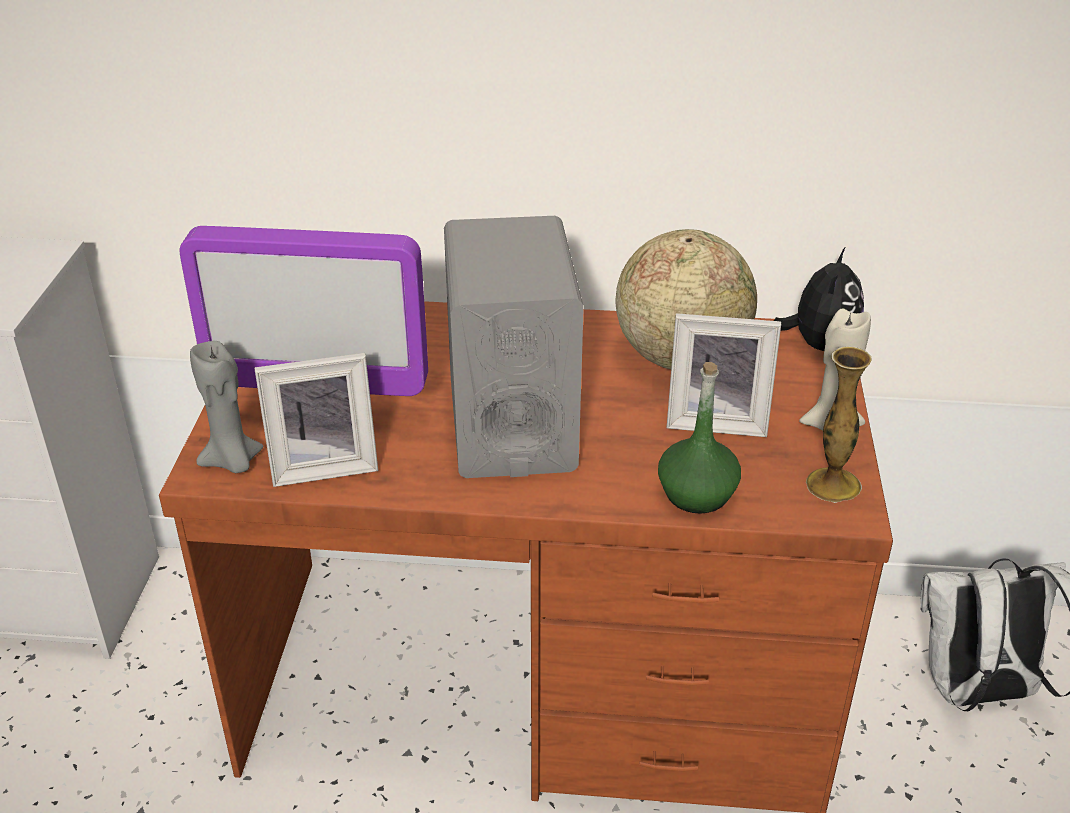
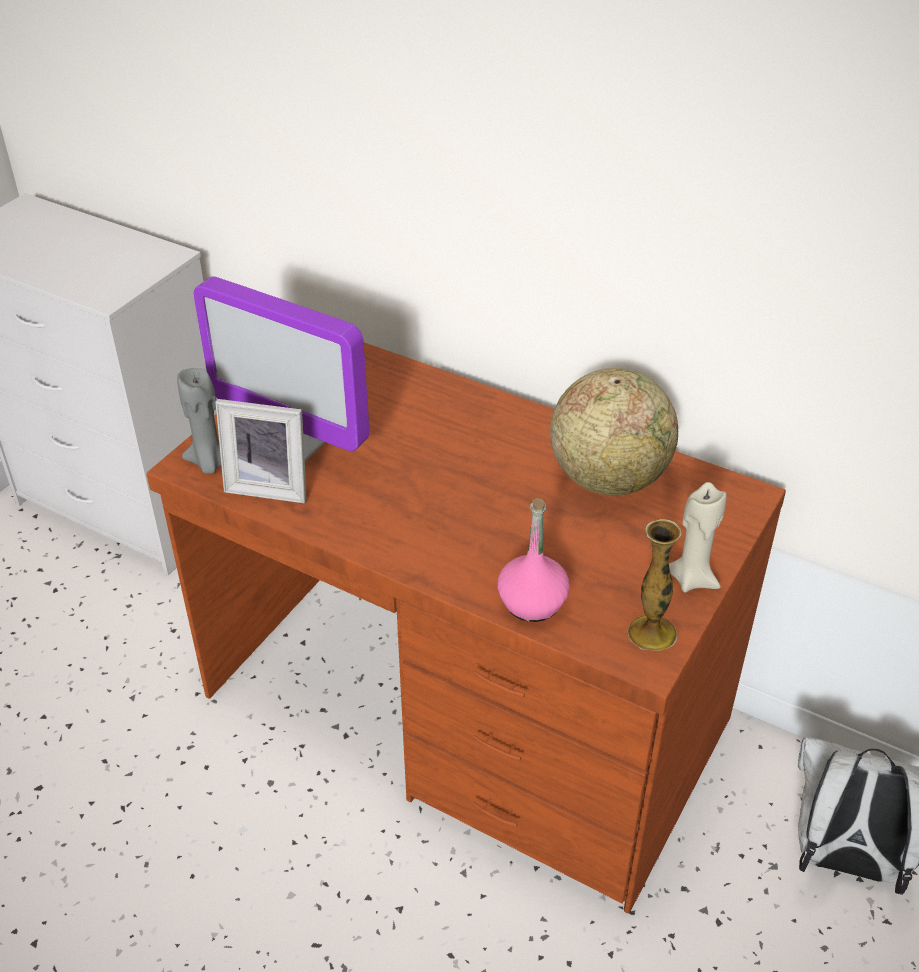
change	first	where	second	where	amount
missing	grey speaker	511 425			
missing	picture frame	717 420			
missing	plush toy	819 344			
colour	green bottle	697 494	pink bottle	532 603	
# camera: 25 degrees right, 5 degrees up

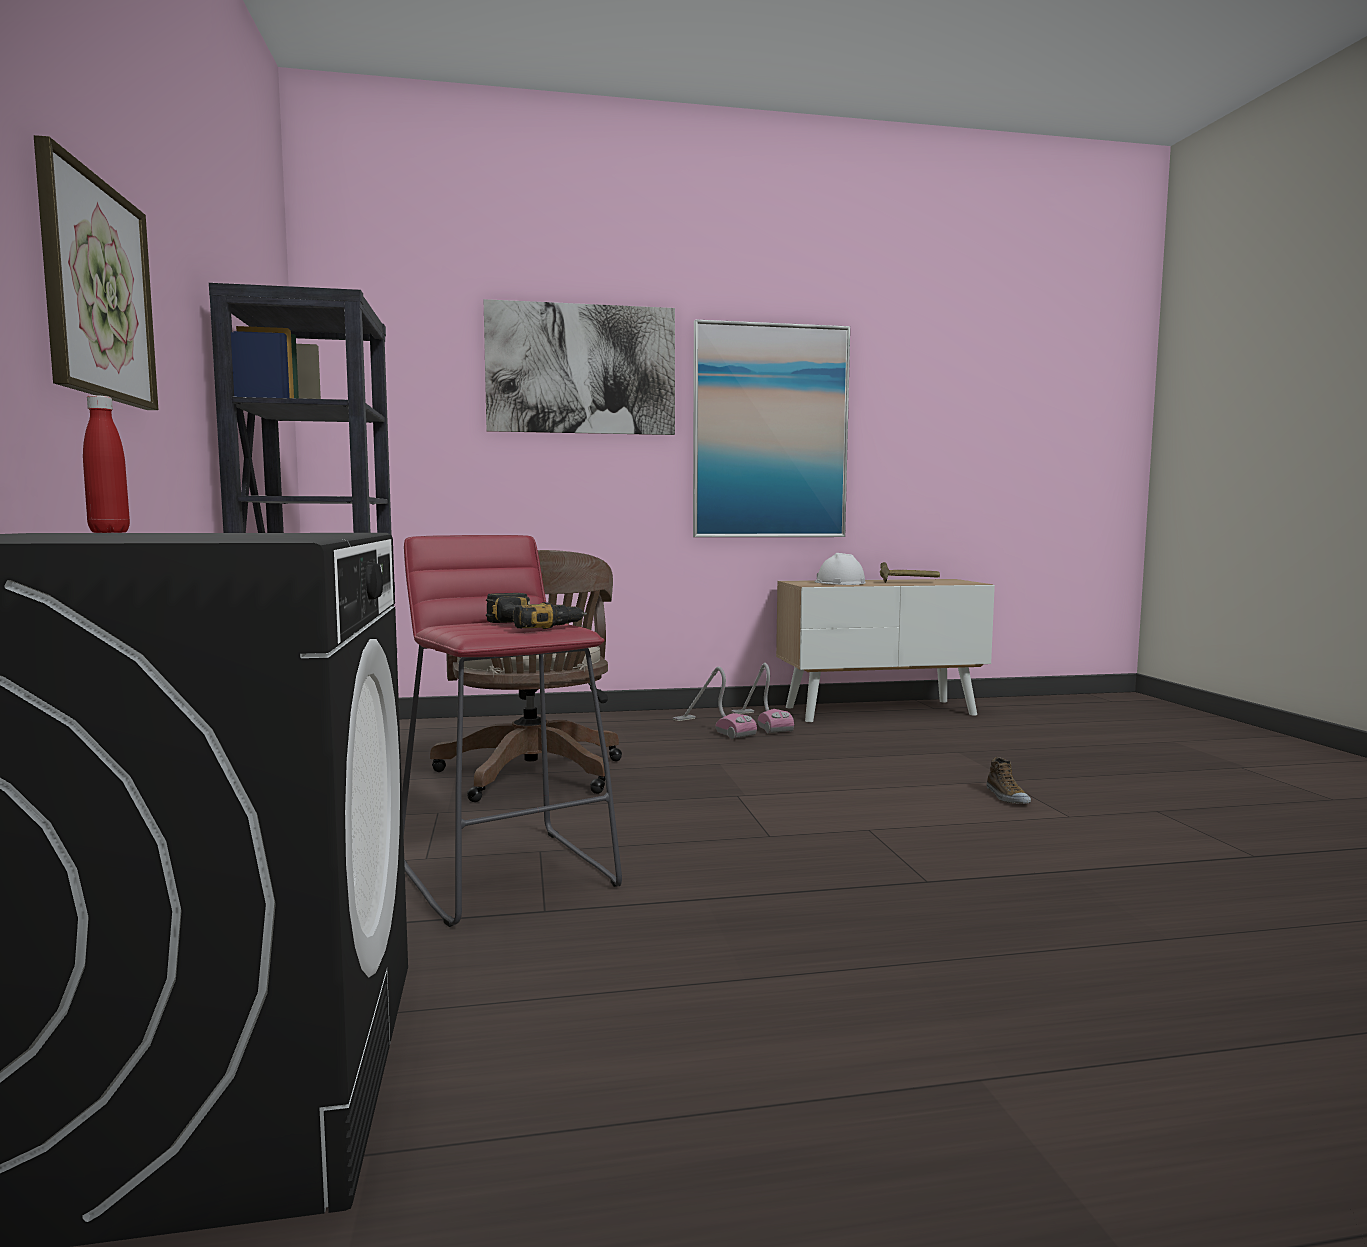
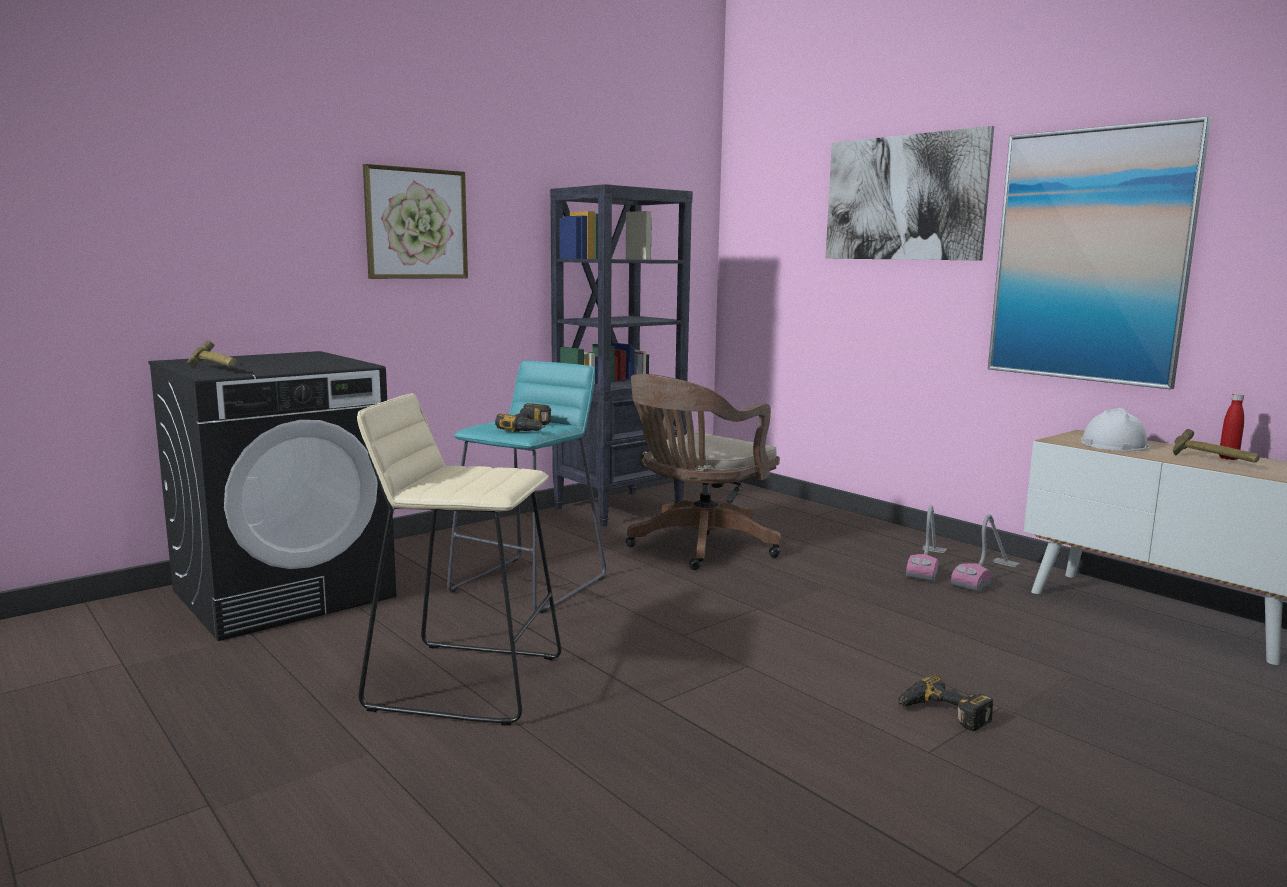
change	first	where	second	where	amount
appeared			hammer	215 370	
appeared			beige stool	465 681	
relocated	red bottle	109 532		1228 458	
exchanged	shoe	1006 797	power drill	941 714	
colour	red stool	507 873	turquoise stool	530 584	
# camera: 60 degrees right, 5 degrees up

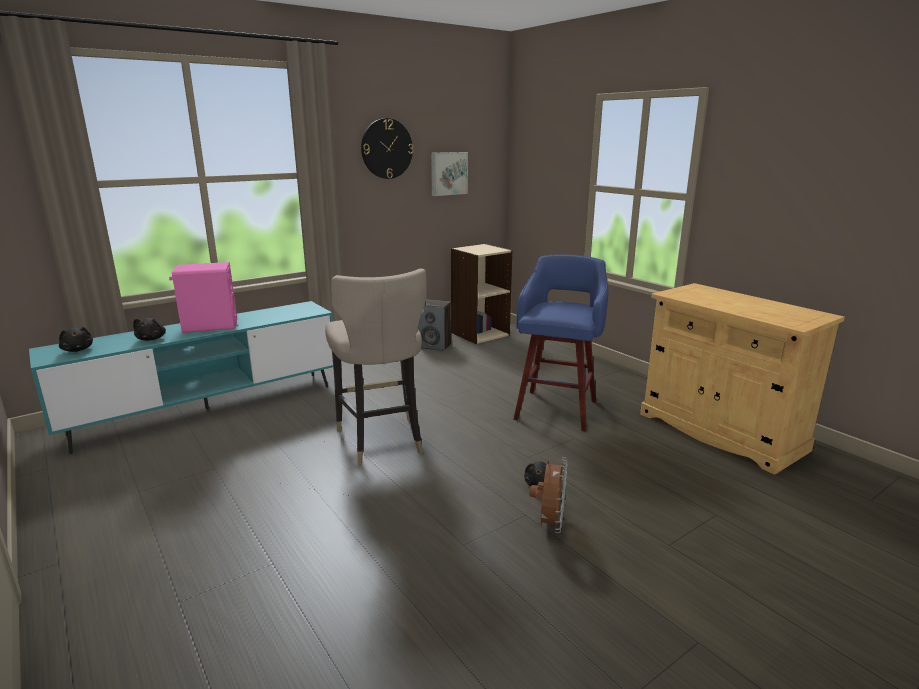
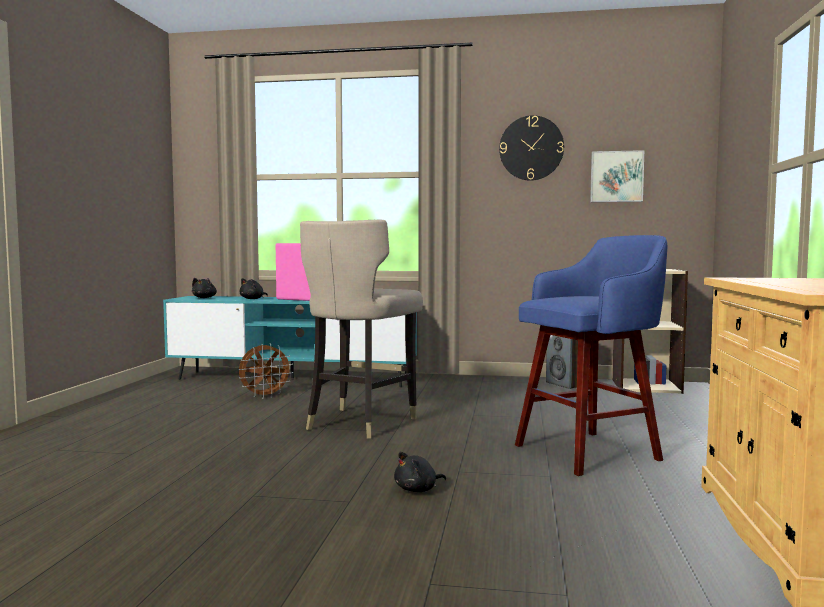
change	first	where	second	where	amount
relocated	brown fan	549 524		265 396	
# camera: 45 degrees right, 15 degrees down

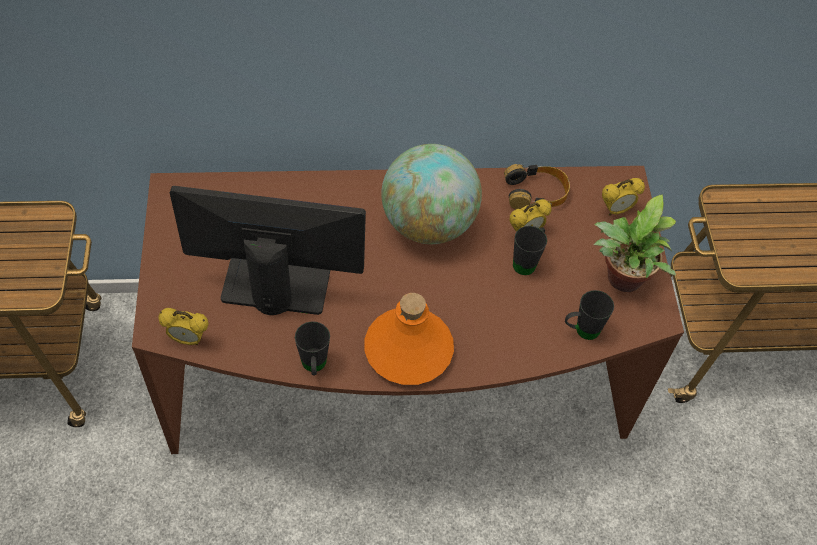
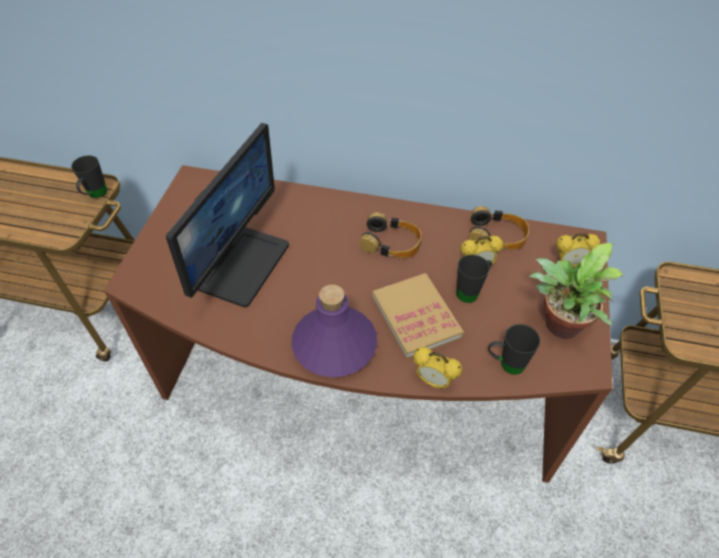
change	first	where	second	where	amount
appeared			book	416 317	
relocated	alarm clock	188 339		433 381	
relocated	black mug	314 367		95 195	
exchanged	globe	428 224	headphones	391 243	
colour	orange bottle	408 349	purple bottle	334 344	
spun	monitor	275 283		242 264	90 degrees clockwise
# camera: 20 degrees right, 5 degrees down

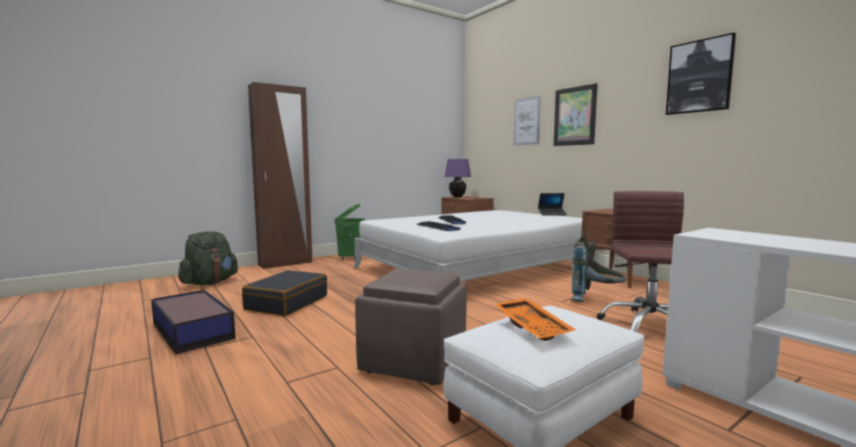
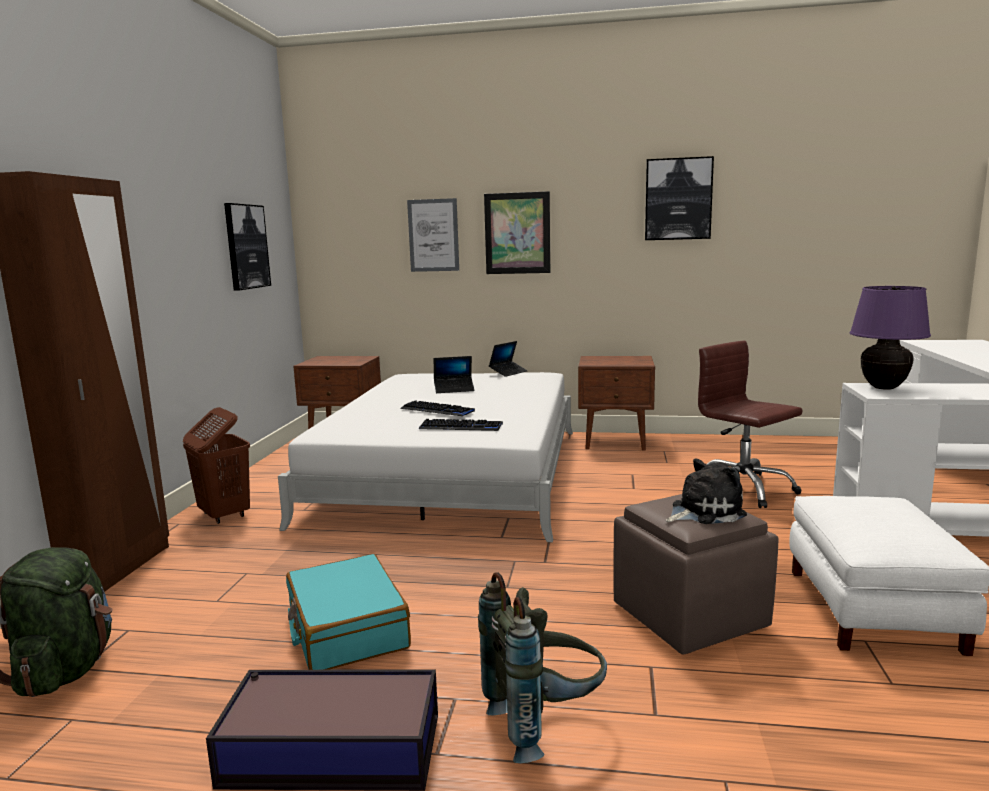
change	first	where	second	where	amount
missing	orange tray	533 327			
appeared			picture	246 246	
appeared			laptop	454 389	
appeared			plush toy	703 511	
relocated	purple table lamp	457 197		884 387	
relocated	grey backpack	595 299		545 723	
colour	black suitcase	286 303	turquoise suitcase	346 629	
colour	green laundry basket	351 258	brown laundry basket	224 515	
# camera: 45 degrees left, 5 degrees up

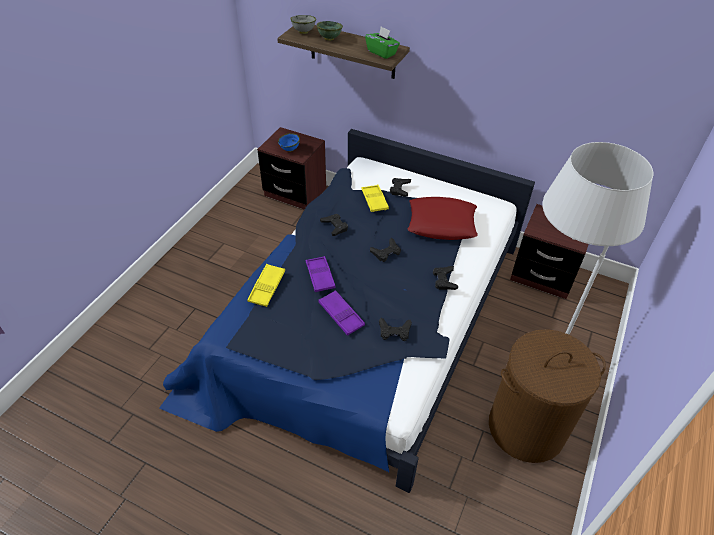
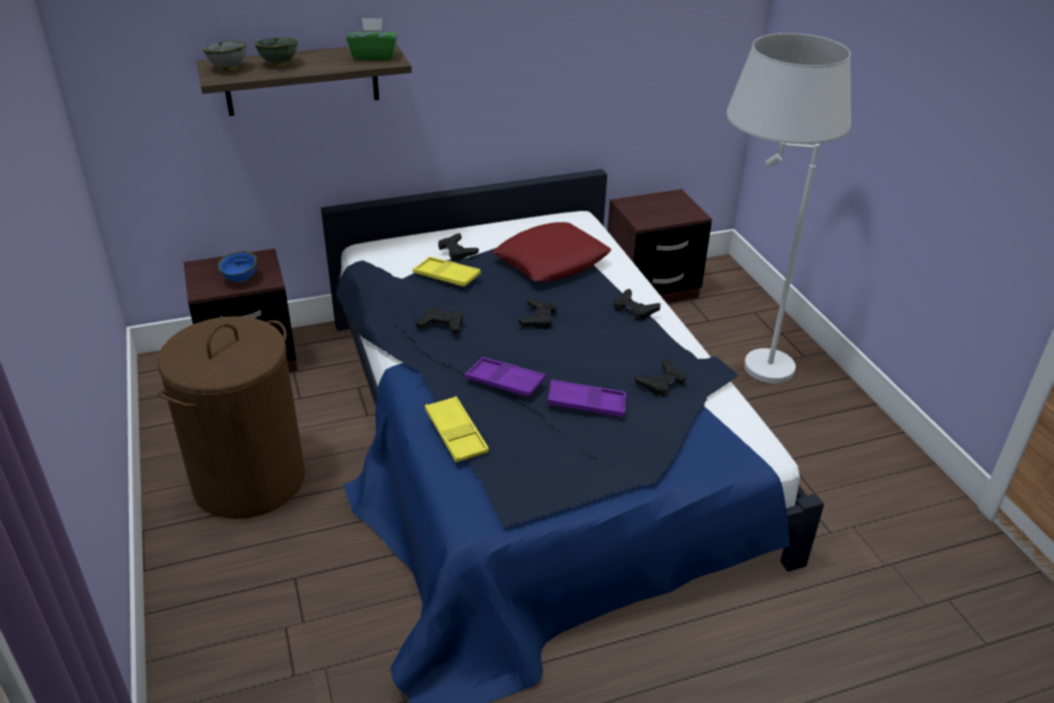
change	first	where	second	where	amount
relocated	brown laundry basket	526 428		249 480	
# camera: 45 degrees left, 10 degrees down

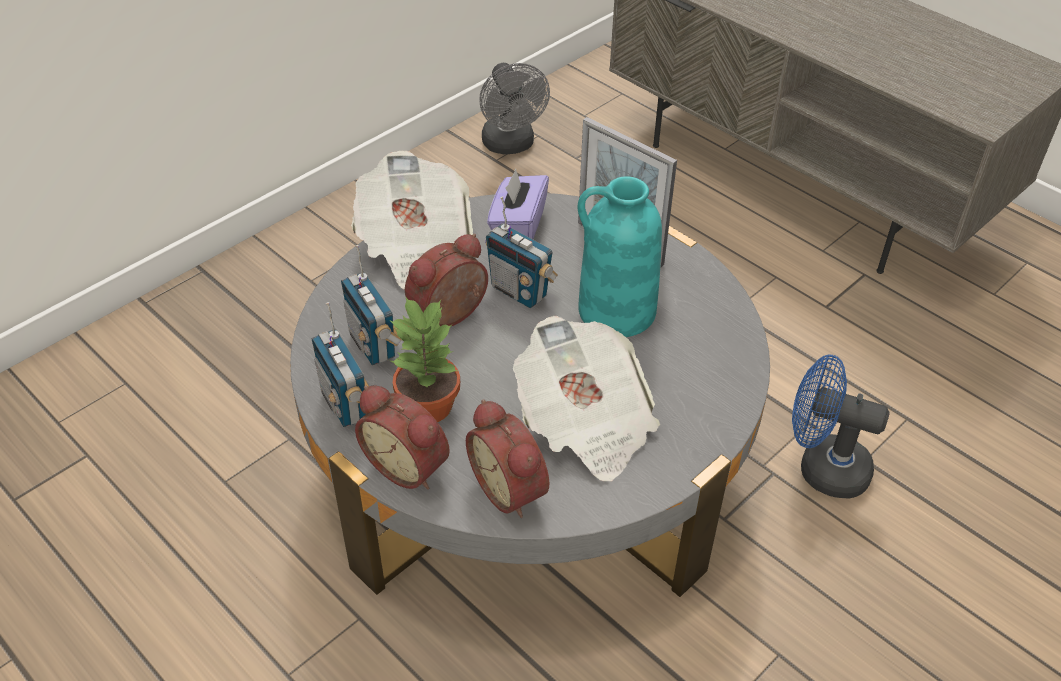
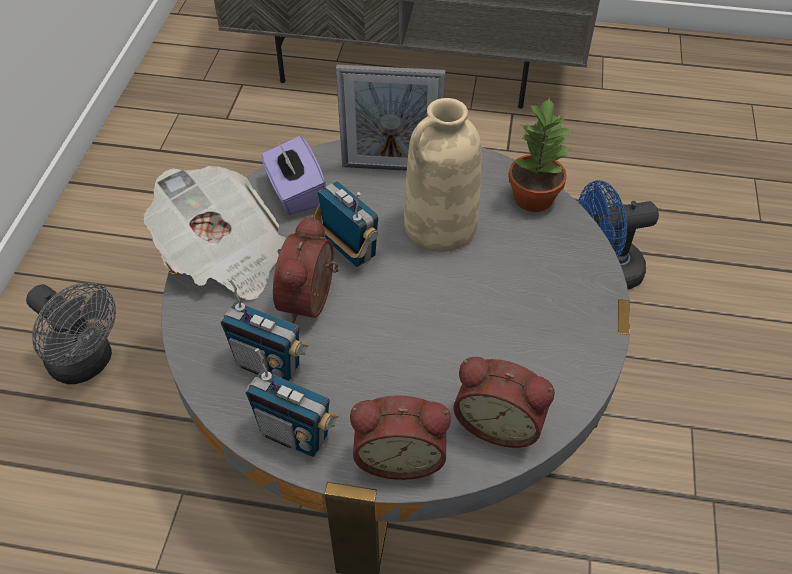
change	first	where	second	where	amount
missing	newspaper	585 423			
relocated	potted plant	429 405		532 197	
relocated	grey fan	511 145		87 364	
colour	turquoise vase	615 312	beige vase	440 226	
spun	radio	519 291		349 249	135 degrees counterclockwise
# camera: 35 degrees left, 5 degrees up

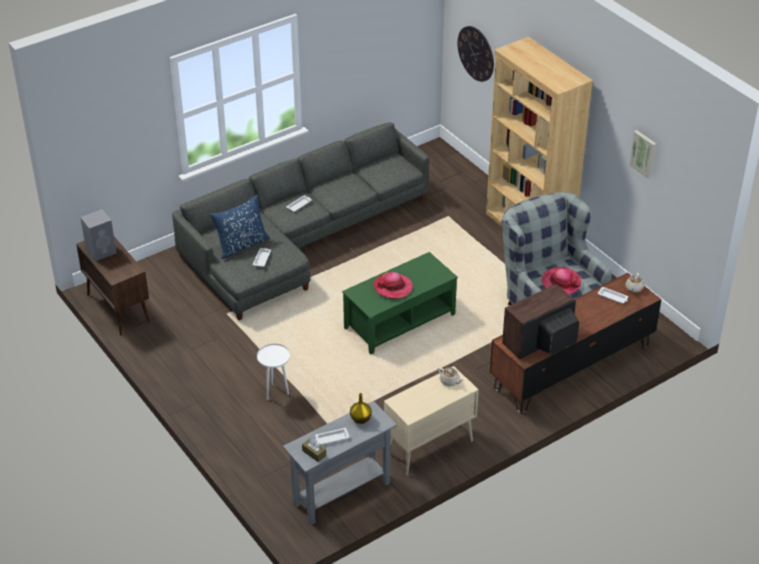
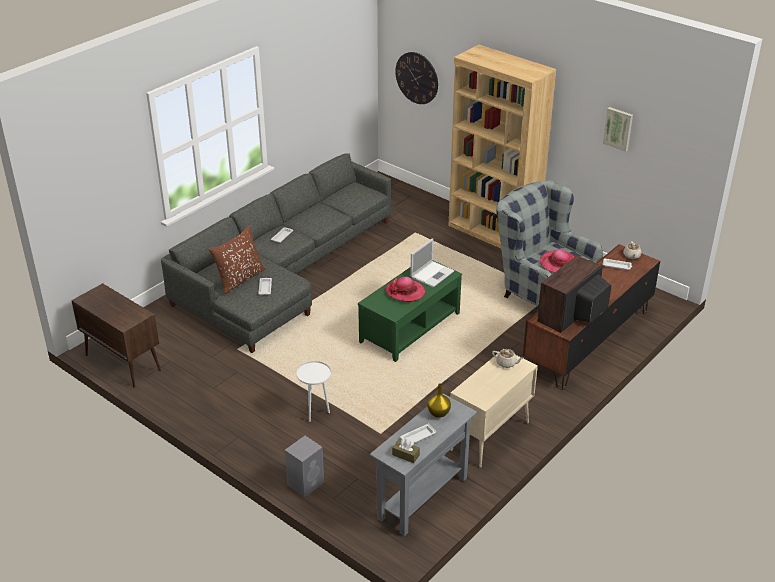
change	first	where	second	where	amount
appeared			laptop	432 274	
relocated	grey speaker	101 251		306 483	
colour	blue pillow	241 245	brown pillow	239 279	
# camera: 15 degrees left, 5 degrees down

